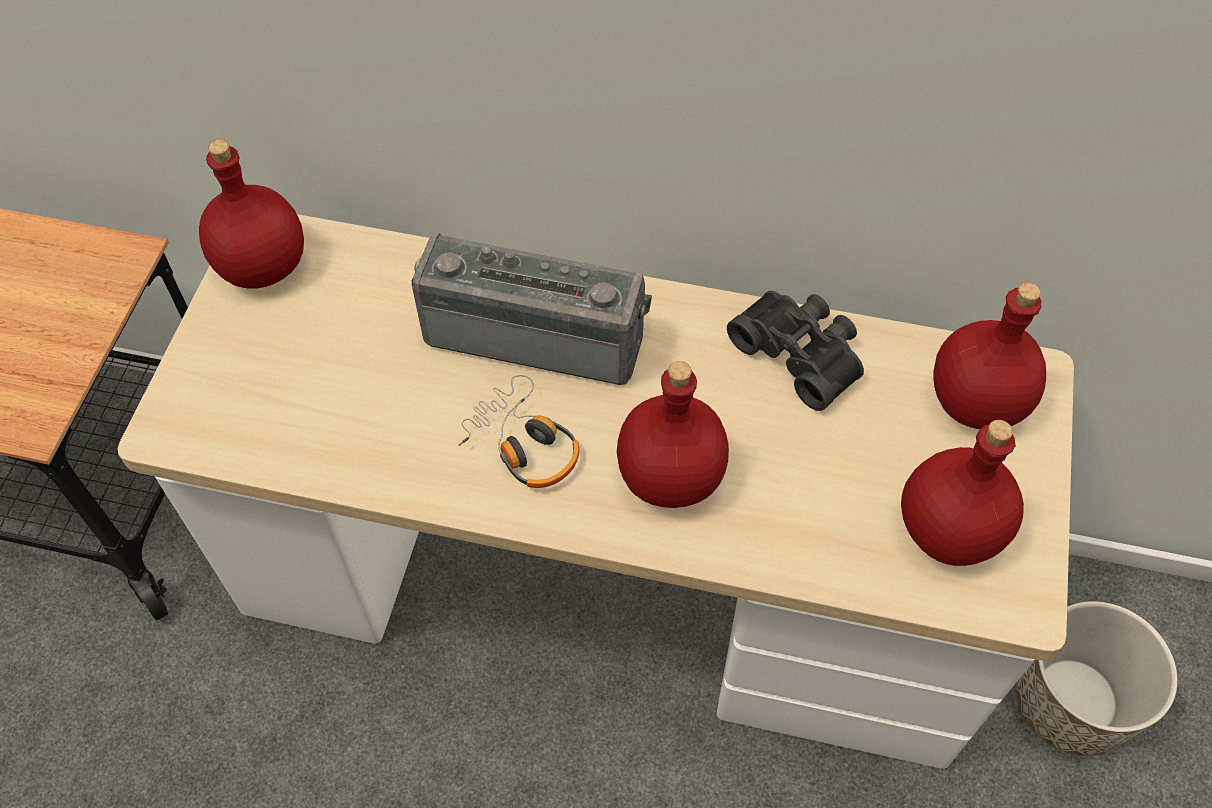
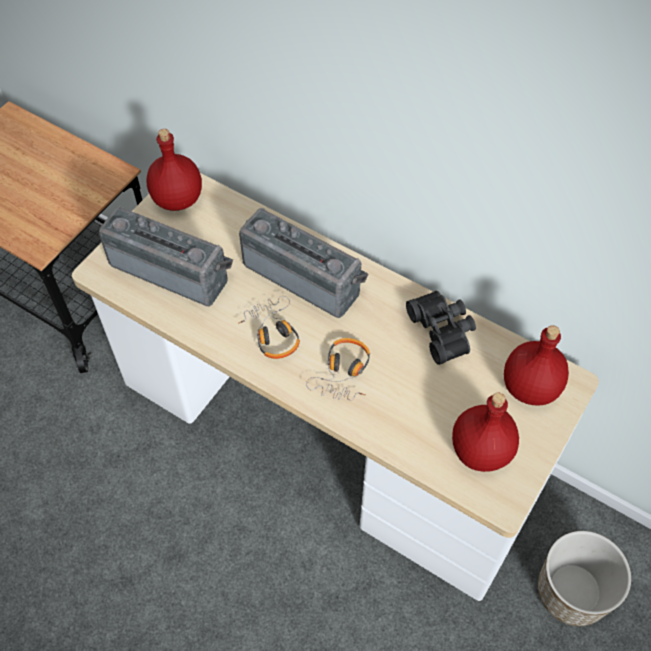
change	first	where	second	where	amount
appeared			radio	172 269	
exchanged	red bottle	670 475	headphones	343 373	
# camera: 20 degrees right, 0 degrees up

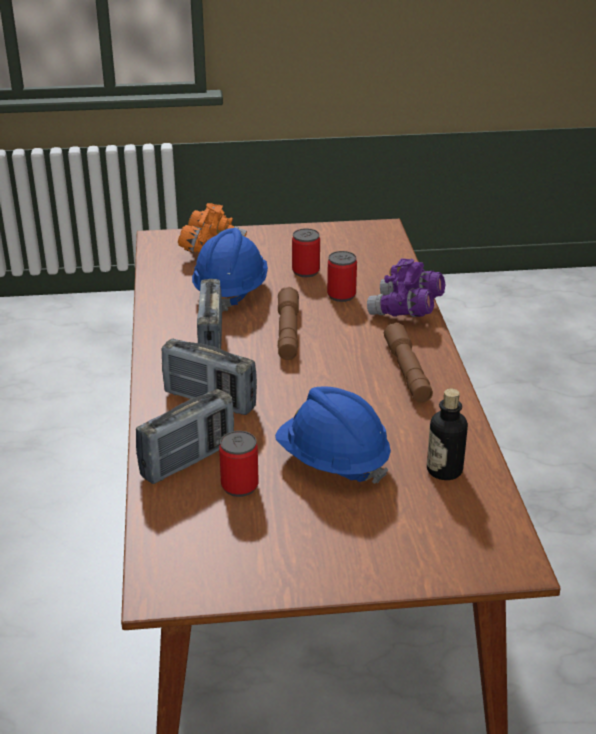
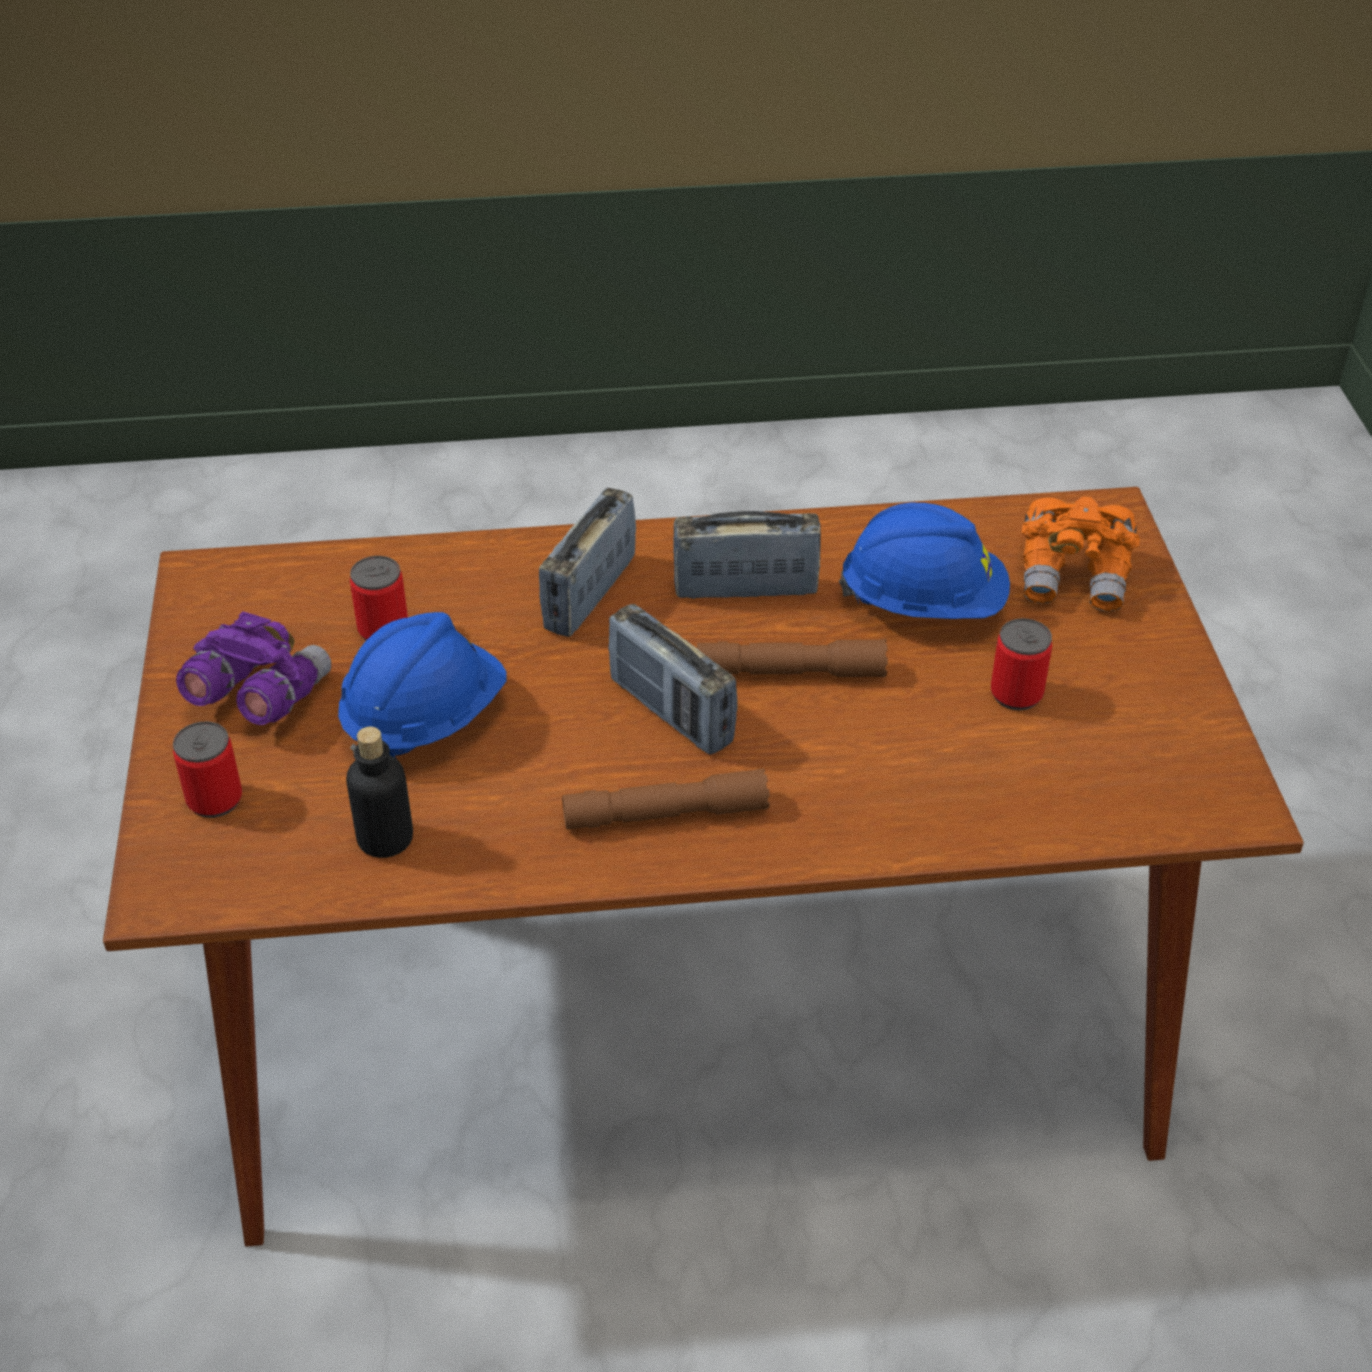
change	first	where	second	where	amount
relocated	radio	188 460		671 712	
relocated	can	341 295		215 799	
relocated	purple binoculars	405 311		259 697	
# camera: 90 degrees right, 10 degrees up

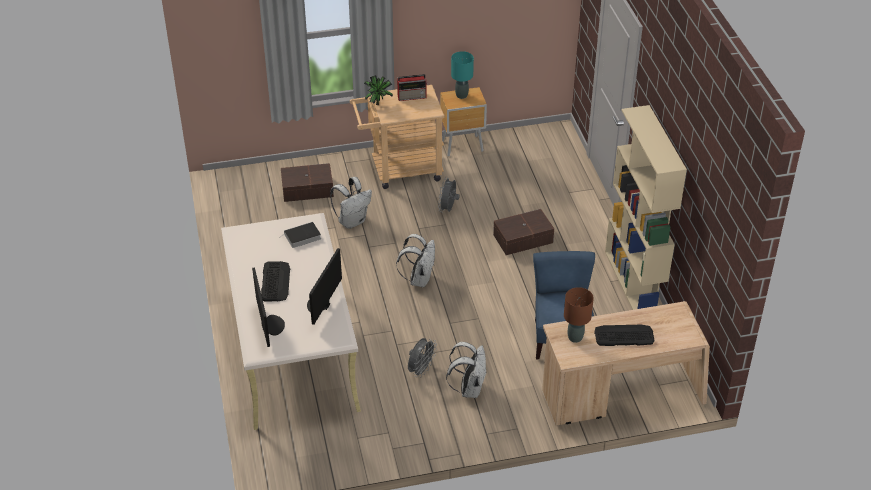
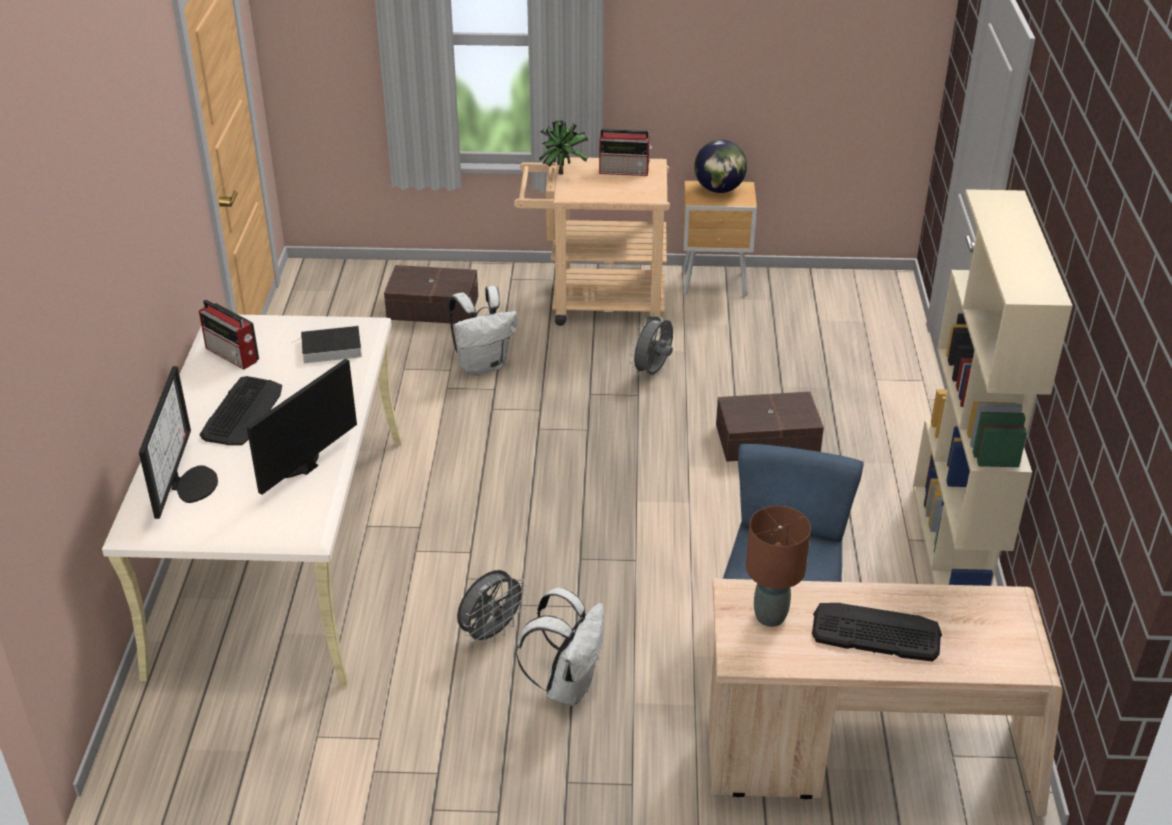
change	first	where	second	where	amount
missing	white backpack	419 279			
appeared			radio	233 355	
exchanged	turquoise table lamp	462 95	globe	719 189	
# camera: 15 degrees right, 5 degrees down

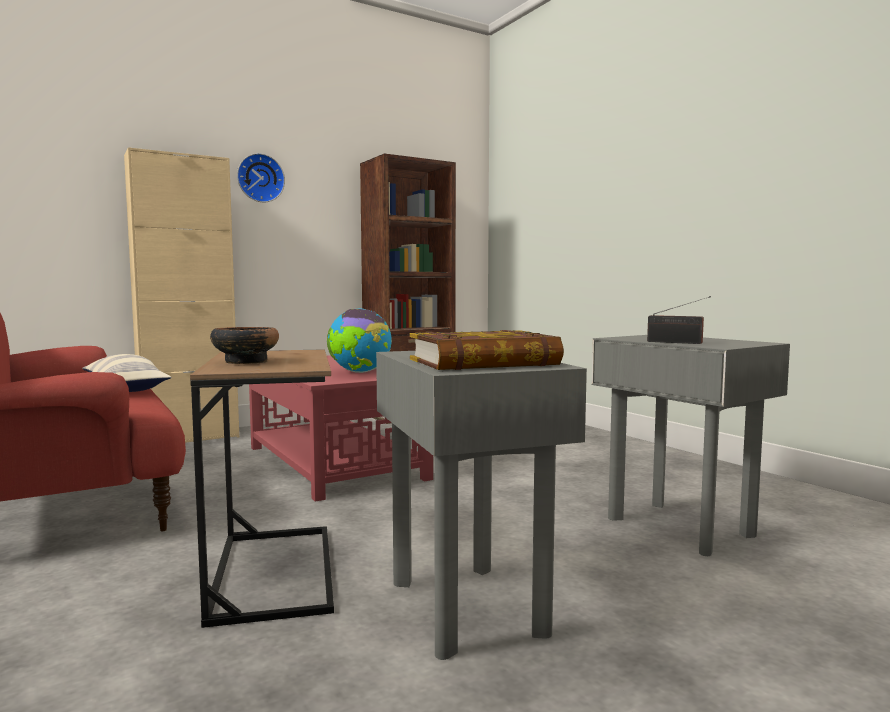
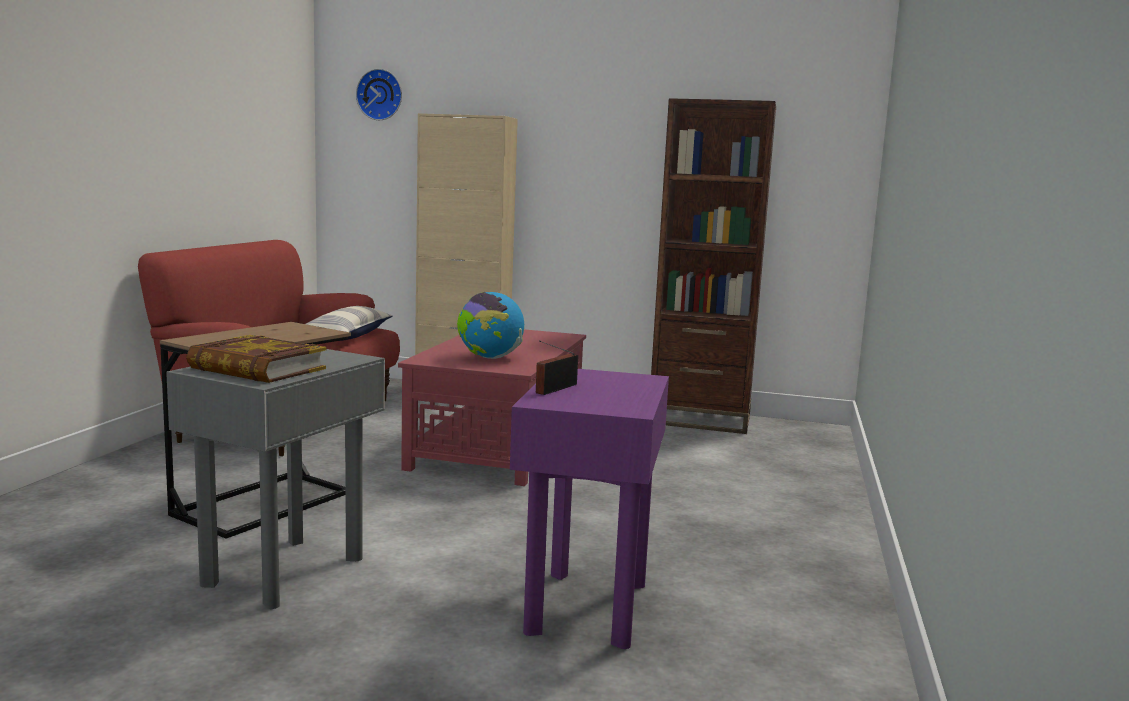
change	first	where	second	where	amount
missing	bowl	245 362			
relocated	wall clock	260 178		380 95	
colour	grey side table	678 527	purple side table	585 607	
spun	radio	677 342		554 389	45 degrees clockwise
# camera: 45 degrees right, 5 degrees up

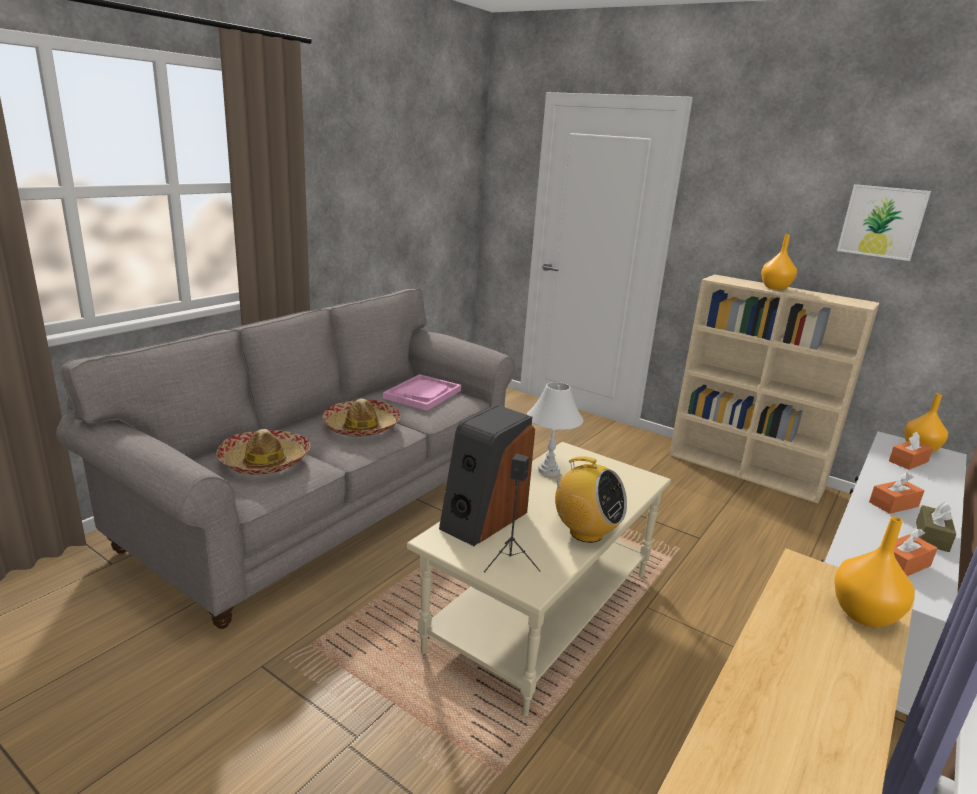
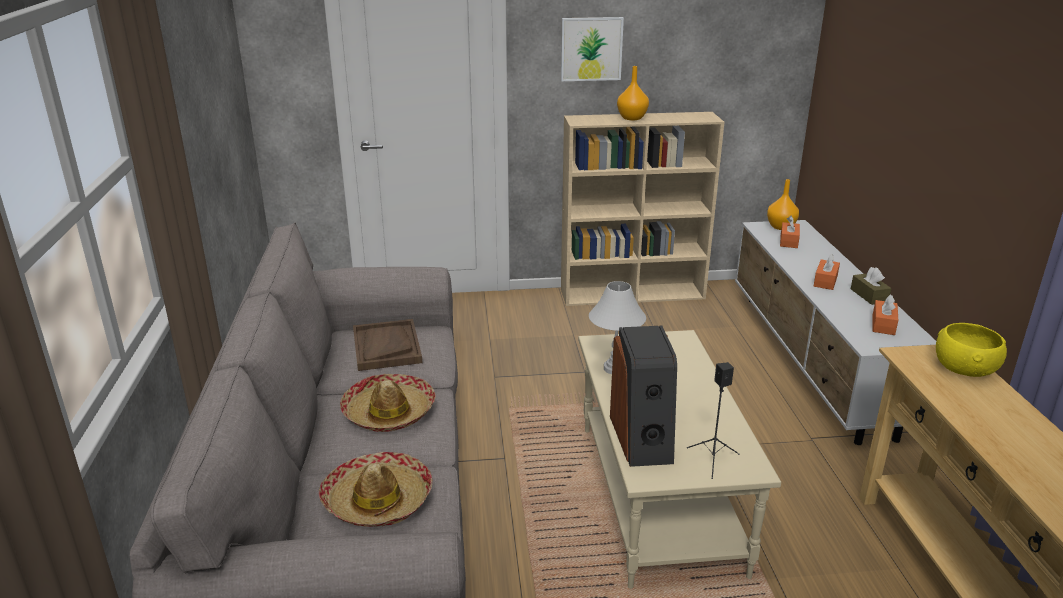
change	first	where	second	where	amount
missing	radio	585 532			
relocated	picture	882 222		591 49	
exchanged	orange vase	864 613	yellow bowl	964 368	
colour	pink tray	422 394	brown tray	386 347	
# camera: 40 degrees left, 5 degrees up

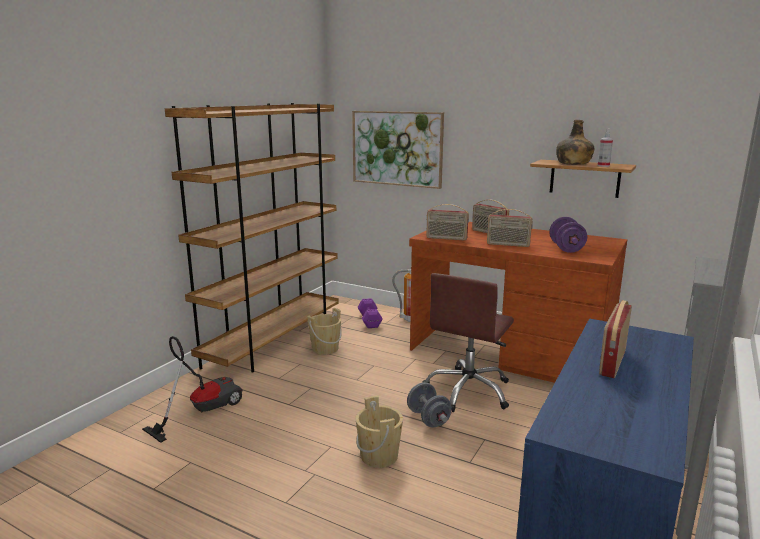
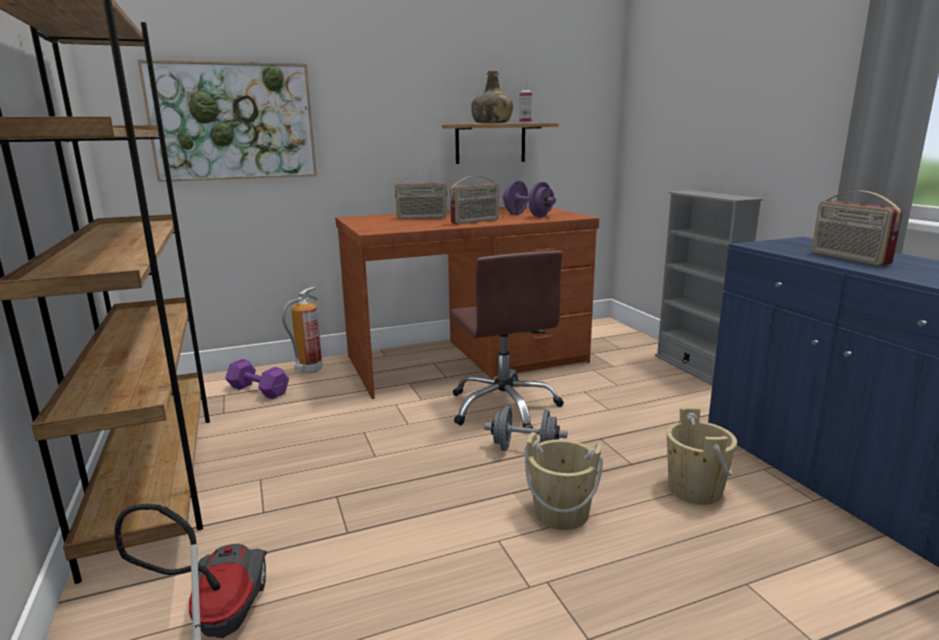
change	first	where	second	where	amount
missing	radio	446 238			
relocated	beige bucket	325 349		695 490	
# camera: 50 degrees left, 0 degrees up

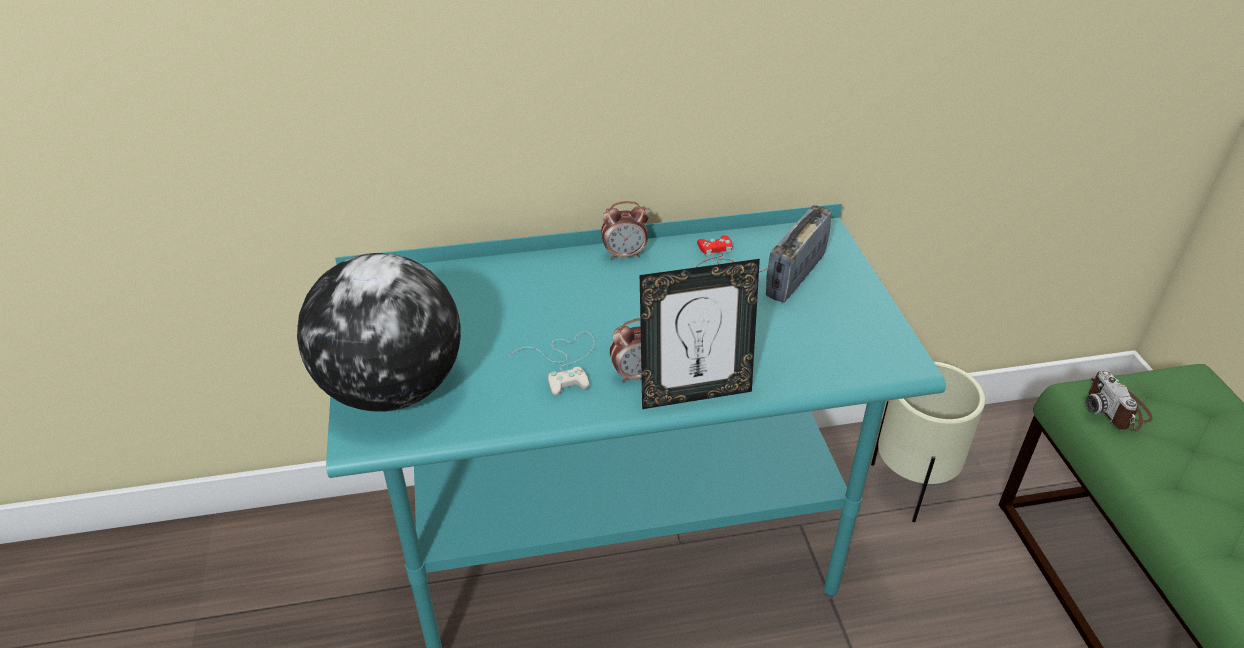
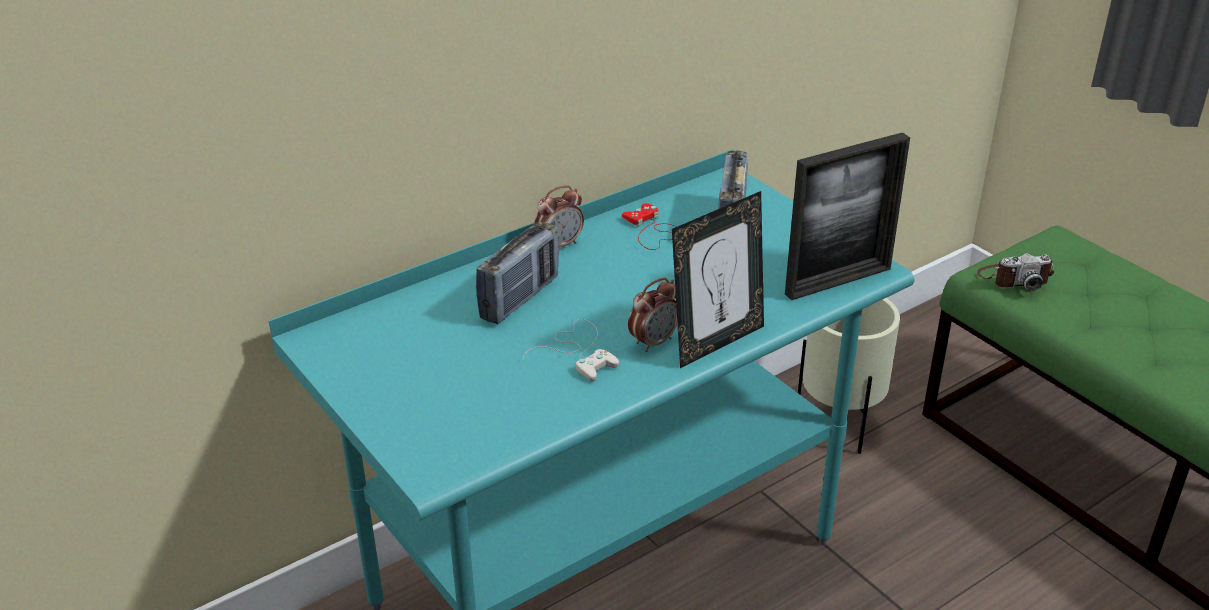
change	first	where	second	where	amount
missing	globe	393 388			
appeared			radio	520 298	
appeared			picture frame	838 281	
spun	photo camera	1117 408		1014 278	60 degrees counterclockwise
# camera: 25 degrees left, 5 degrees down

